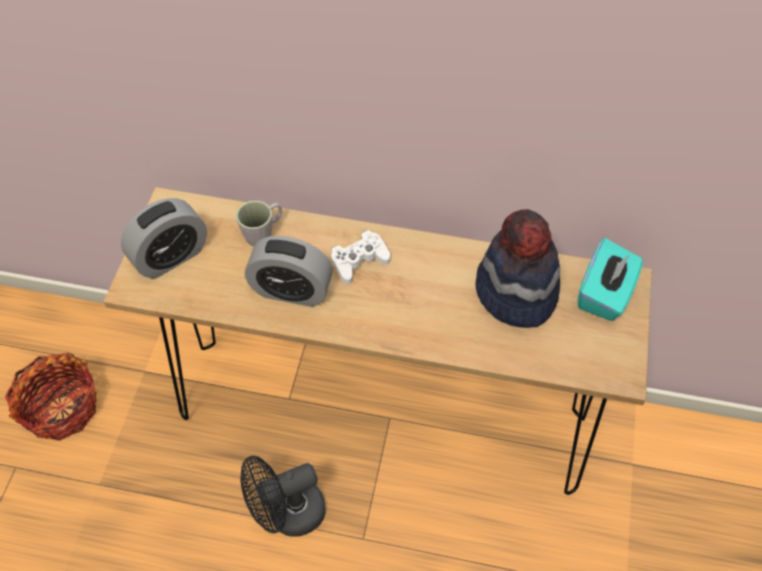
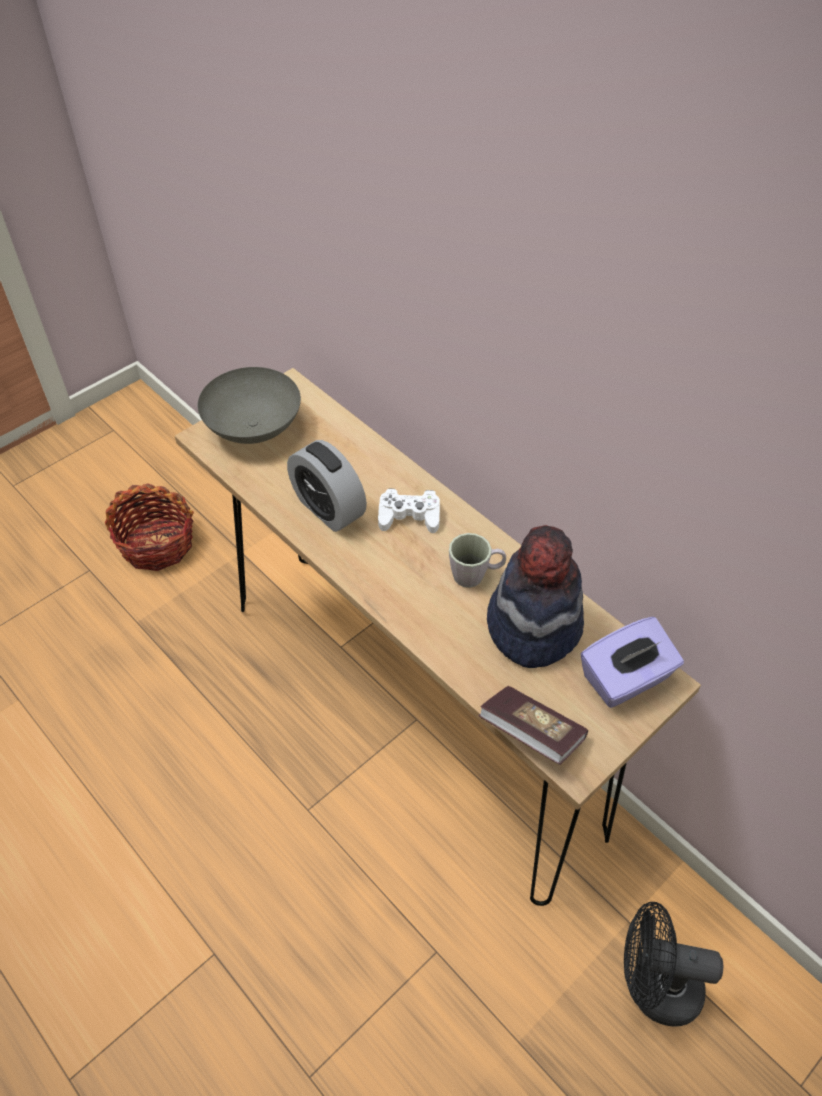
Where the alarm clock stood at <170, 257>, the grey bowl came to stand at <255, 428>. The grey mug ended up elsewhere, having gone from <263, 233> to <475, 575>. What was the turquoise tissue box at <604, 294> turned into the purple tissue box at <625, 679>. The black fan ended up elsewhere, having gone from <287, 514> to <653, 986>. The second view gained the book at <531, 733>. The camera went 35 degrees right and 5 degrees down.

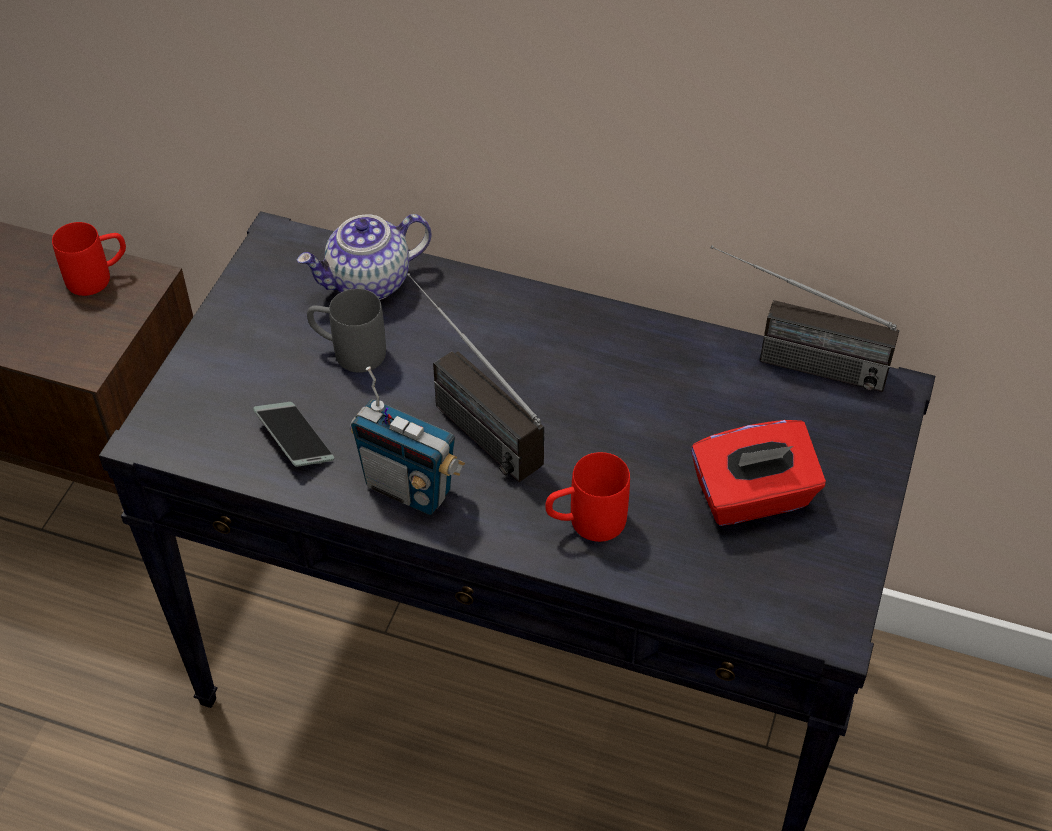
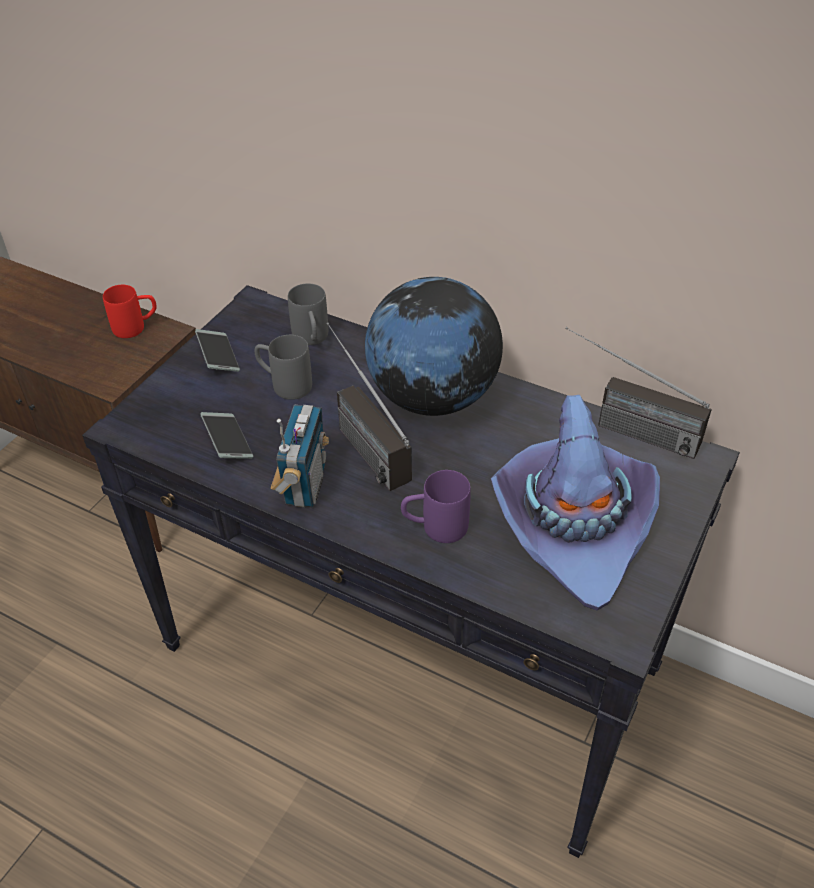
Where the teapot stood at <369, 283>, the grey mug came to stand at <312, 339>. The radio at <409, 488> ended up facing another way, 120 degrees counterclockwise from before. Where the red tissue box stood at <753, 497>, the purple hat came to stand at <573, 525>. What was the red mug at <585, 523> turned into the purple mug at <434, 528>. The second view gained the globe at <432, 397>. The second view gained the phone at <218, 356>. The camera went 10 degrees right and 5 degrees down.

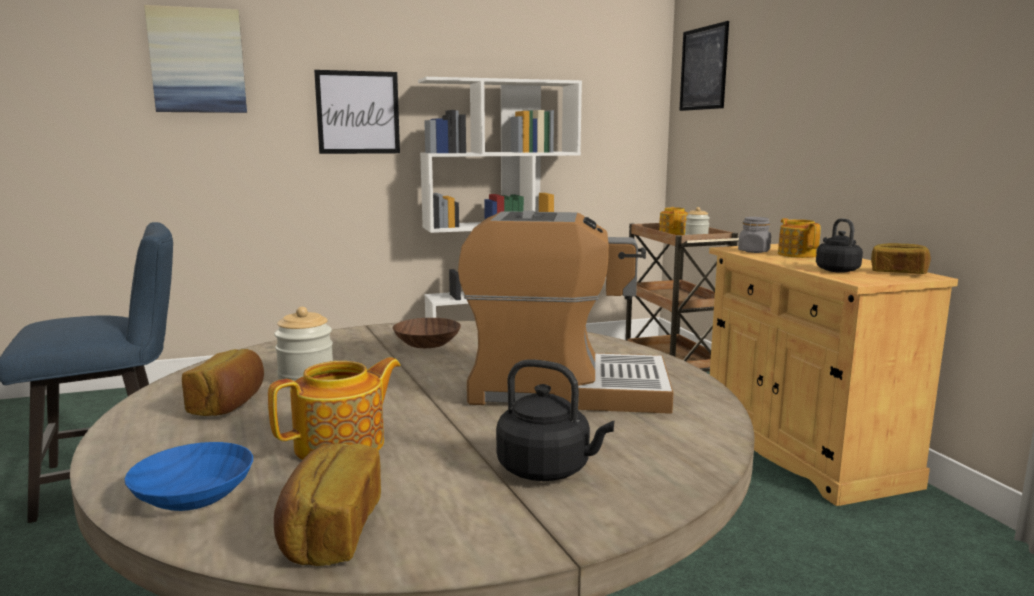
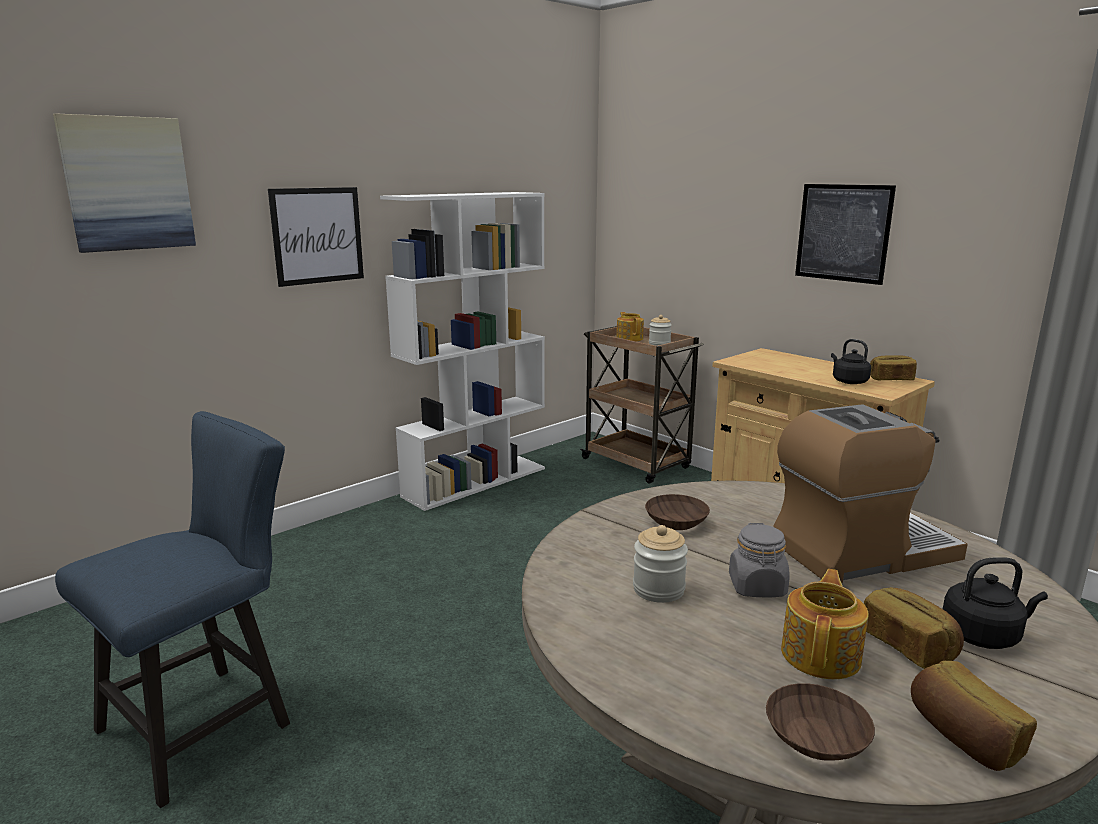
The picture ended up elsewhere, having gone from <703, 68> to <843, 233>. The grey jar ended up elsewhere, having gone from <754, 251> to <757, 587>. The second view lost the teapot at <797, 254>. The bread ended up elsewhere, having gone from <230, 404> to <908, 646>. What was the blue bowl at <196, 493> turned into the brown bowl at <815, 737>. The camera went 25 degrees left and 5 degrees up.

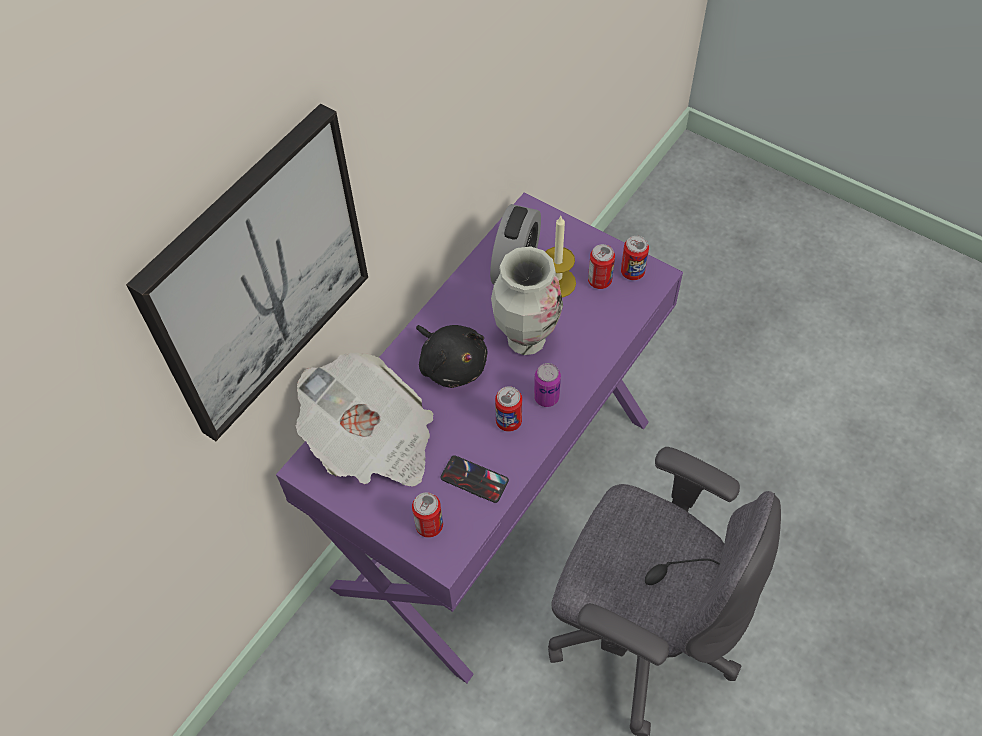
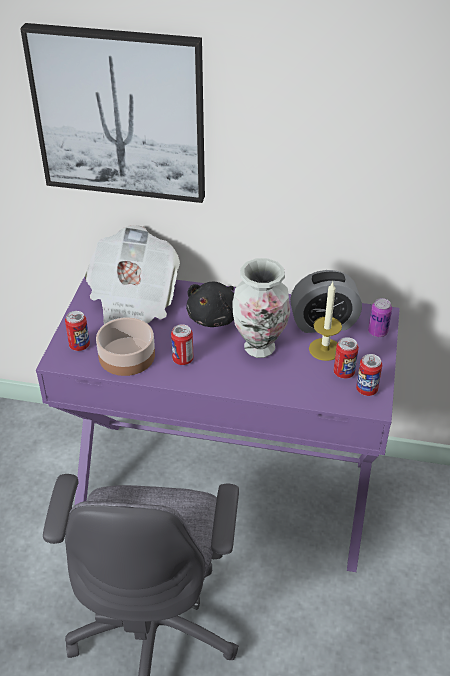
The can ended up elsewhere, having gone from <546, 397> to <377, 332>. Where the phone stood at <474, 479>, the bowl came to stand at <126, 356>. The camera went 65 degrees right and 15 degrees down.

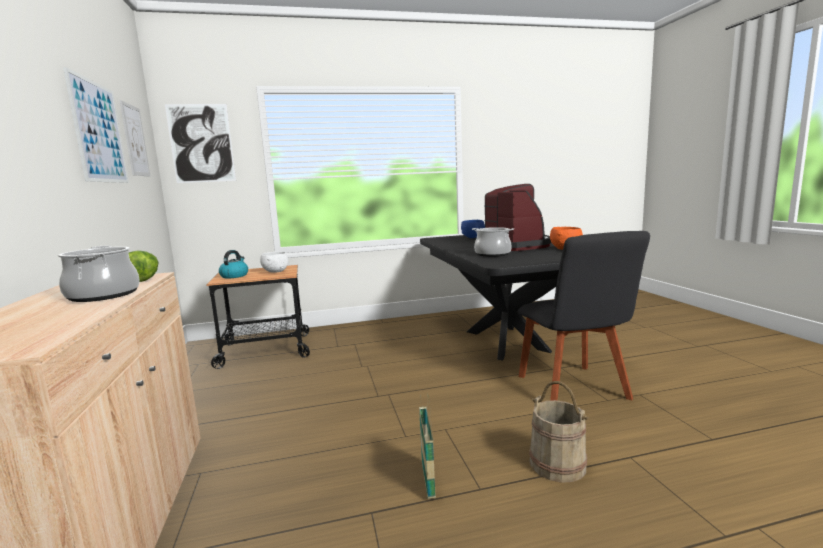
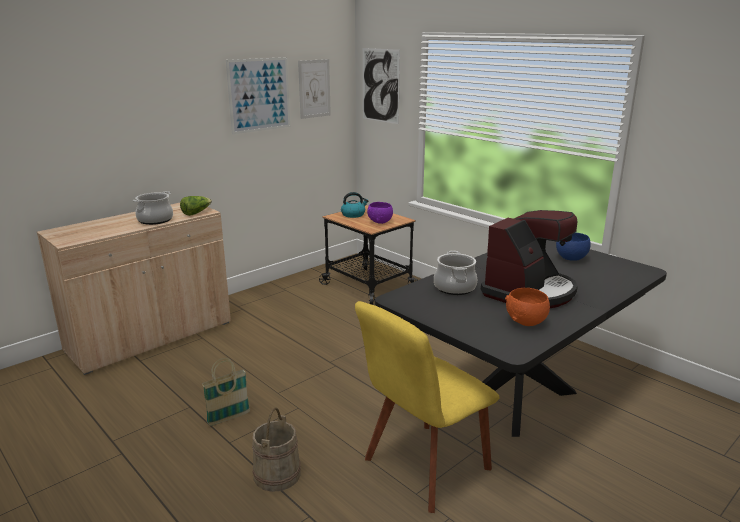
What was the black chair at <574, 390> turned into the yellow chair at <423, 467>. What was the white bowl at <276, 271> turned into the purple bowl at <380, 222>. The camera went 60 degrees right and 10 degrees up.

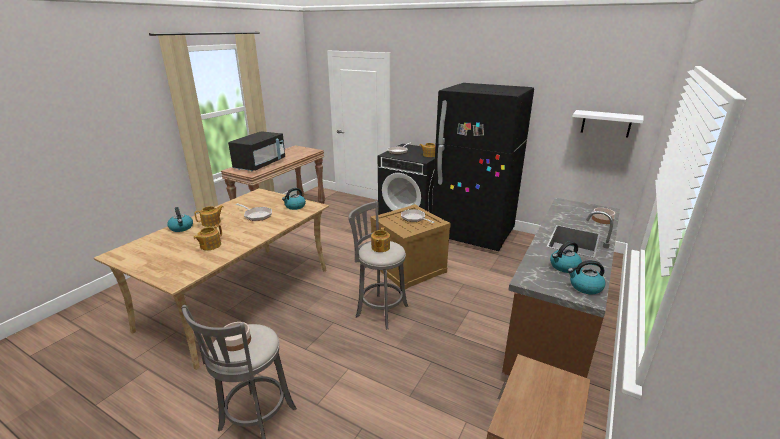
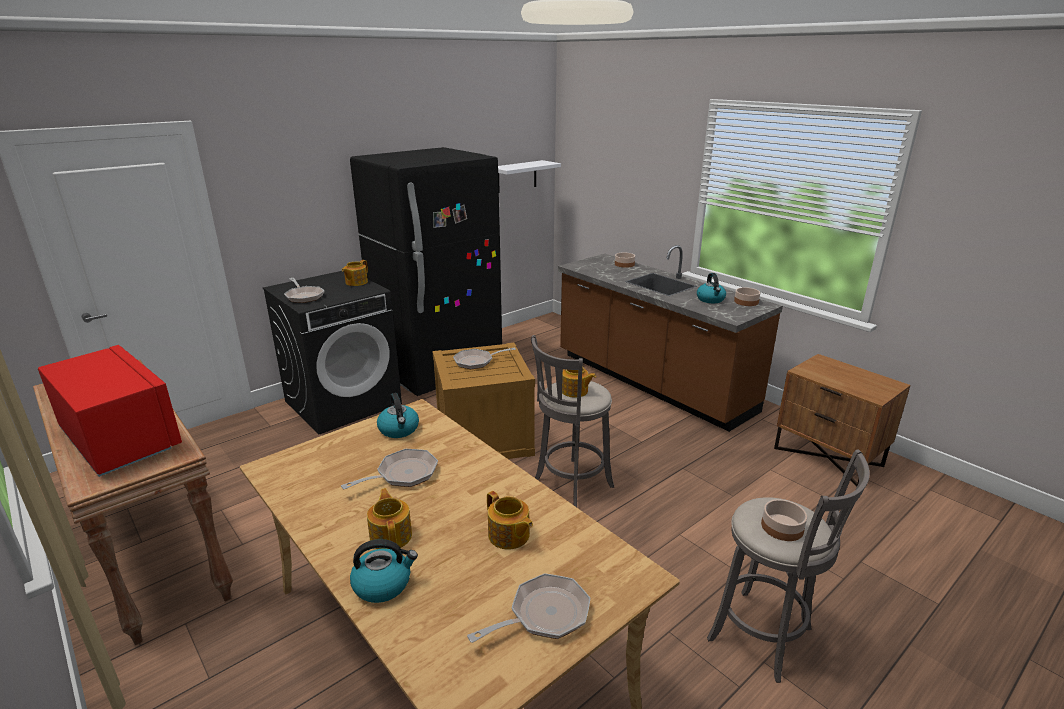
What was the black microwave at <260, 165> turned into the red microwave at <121, 440>. Where the kettle stood at <585, 287>, the bowl came to stand at <746, 302>. The second view gained the frying pan at <543, 615>. The camera went 70 degrees left and 0 degrees up.

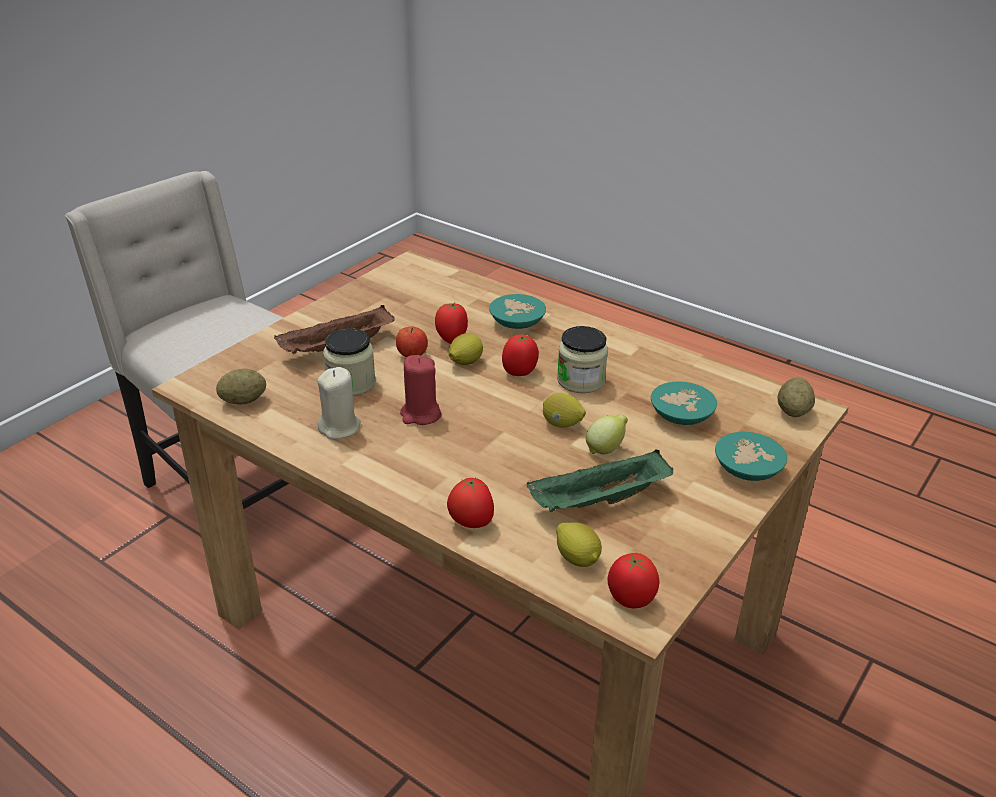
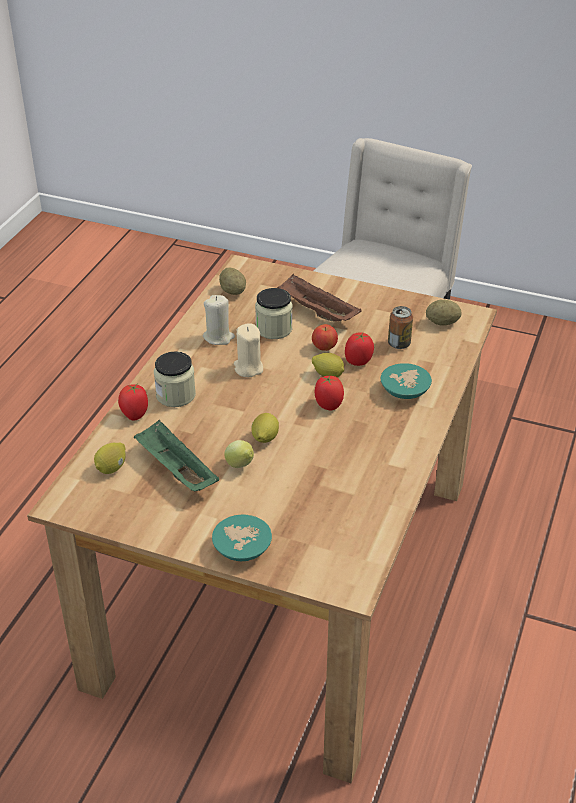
The jar ended up elsewhere, having gone from <581, 380> to <176, 395>. What was the red candle at <420, 415> turned into the beige candle at <248, 368>. The potato ended up elsewhere, having gone from <793, 411> to <442, 323>. The second view lost the turquoise bowl at <678, 416>. The second view lost the tomato at <630, 599>. The second view gained the can at <399, 344>. The camera went 75 degrees right and 5 degrees up.

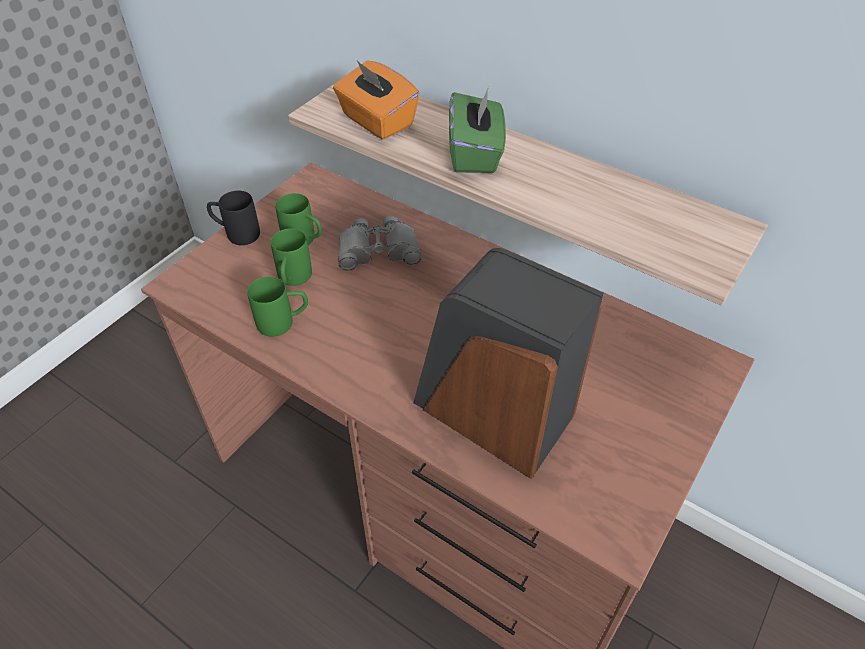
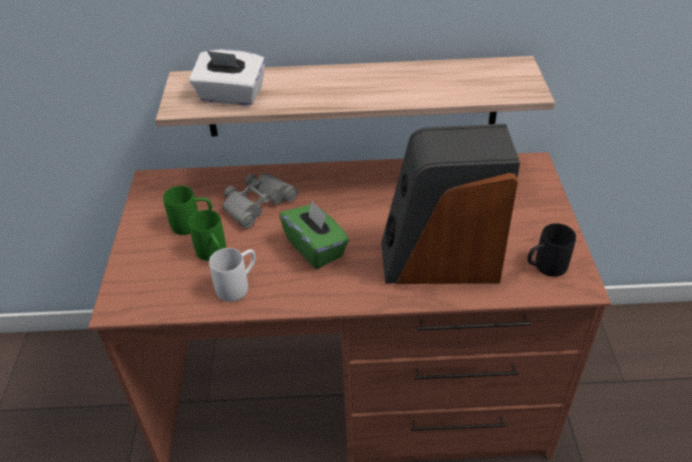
What was the orange tissue box at <376, 121> turned into the white tissue box at <231, 96>. The green tissue box ended up elsewhere, having gone from <475, 154> to <316, 248>. The black mug ended up elsewhere, having gone from <236, 233> to <544, 268>. What was the green mug at <284, 322> turned into the white mug at <238, 285>. The camera went 35 degrees left and 5 degrees down.

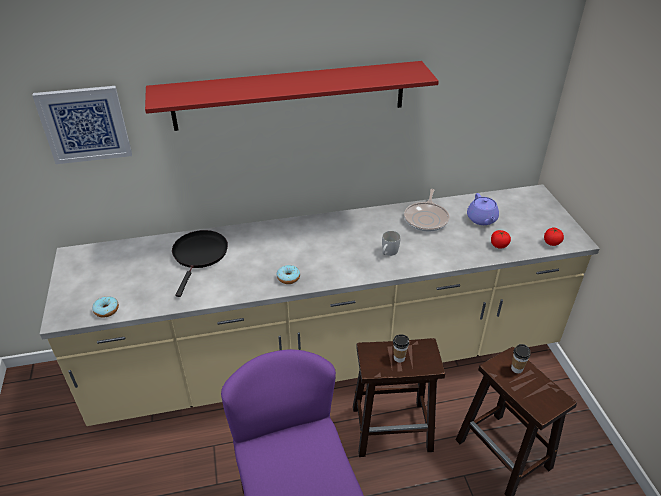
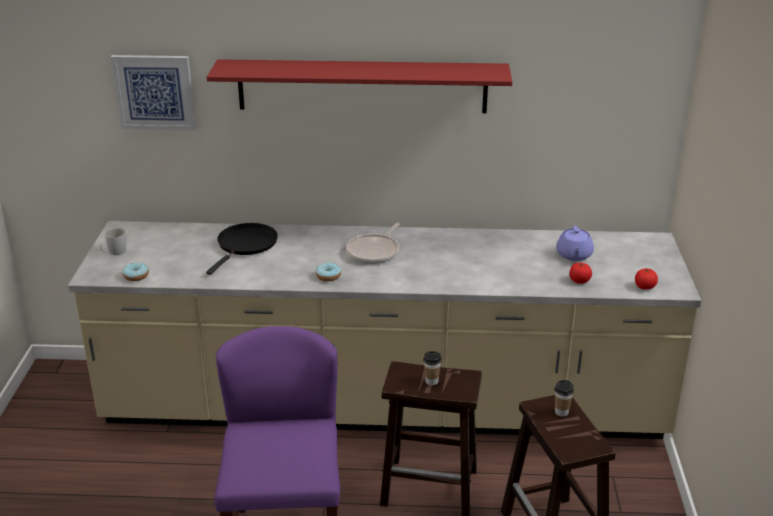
The frying pan ended up elsewhere, having gone from <426, 218> to <375, 252>. The white mug ended up elsewhere, having gone from <388, 253> to <114, 252>. The camera went 15 degrees right and 10 degrees down.

